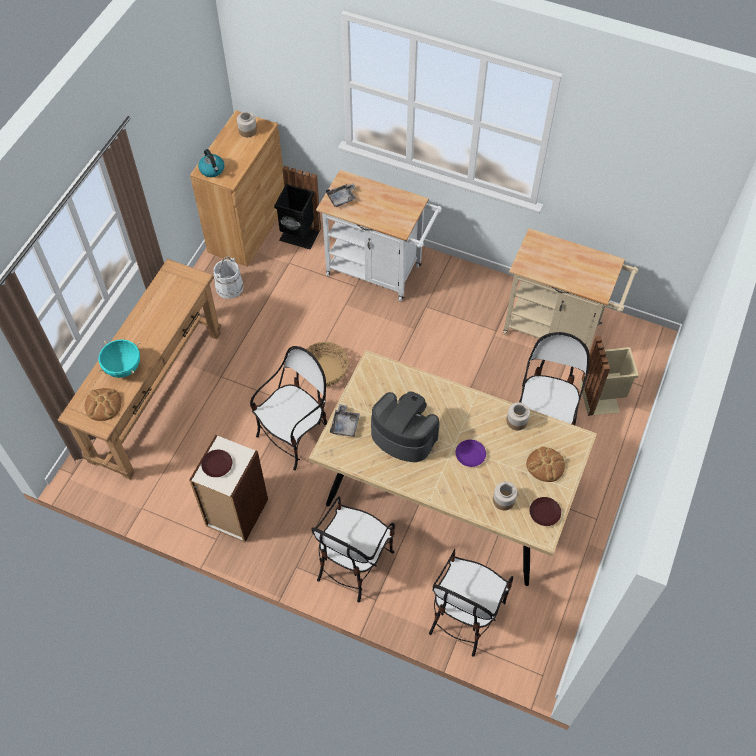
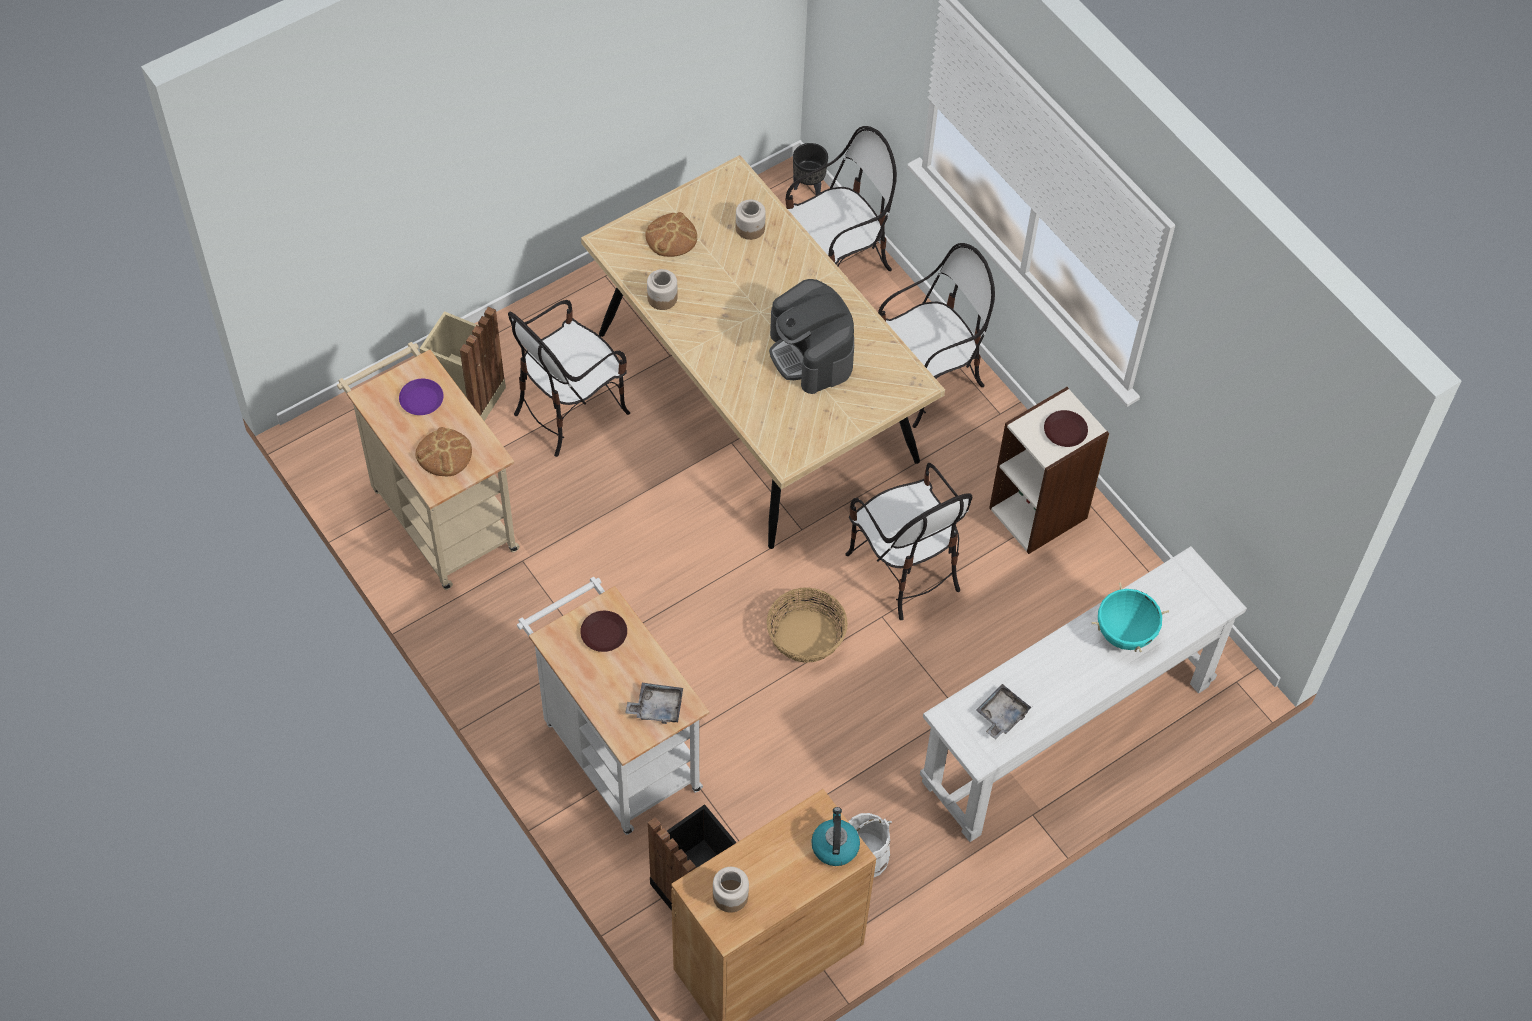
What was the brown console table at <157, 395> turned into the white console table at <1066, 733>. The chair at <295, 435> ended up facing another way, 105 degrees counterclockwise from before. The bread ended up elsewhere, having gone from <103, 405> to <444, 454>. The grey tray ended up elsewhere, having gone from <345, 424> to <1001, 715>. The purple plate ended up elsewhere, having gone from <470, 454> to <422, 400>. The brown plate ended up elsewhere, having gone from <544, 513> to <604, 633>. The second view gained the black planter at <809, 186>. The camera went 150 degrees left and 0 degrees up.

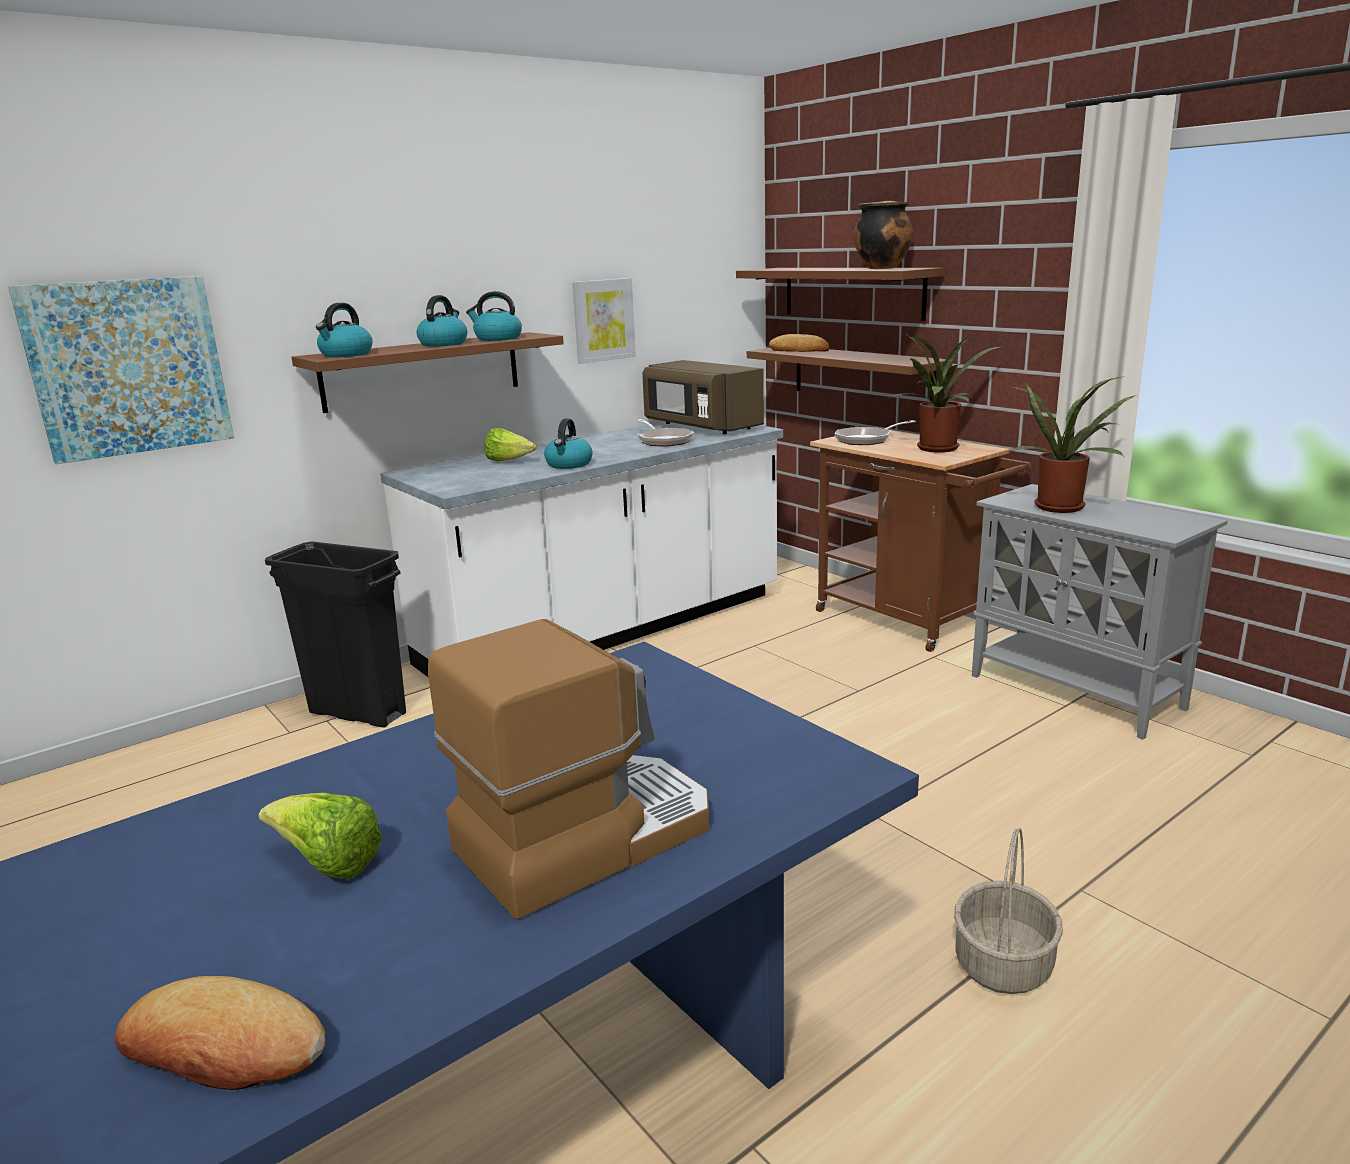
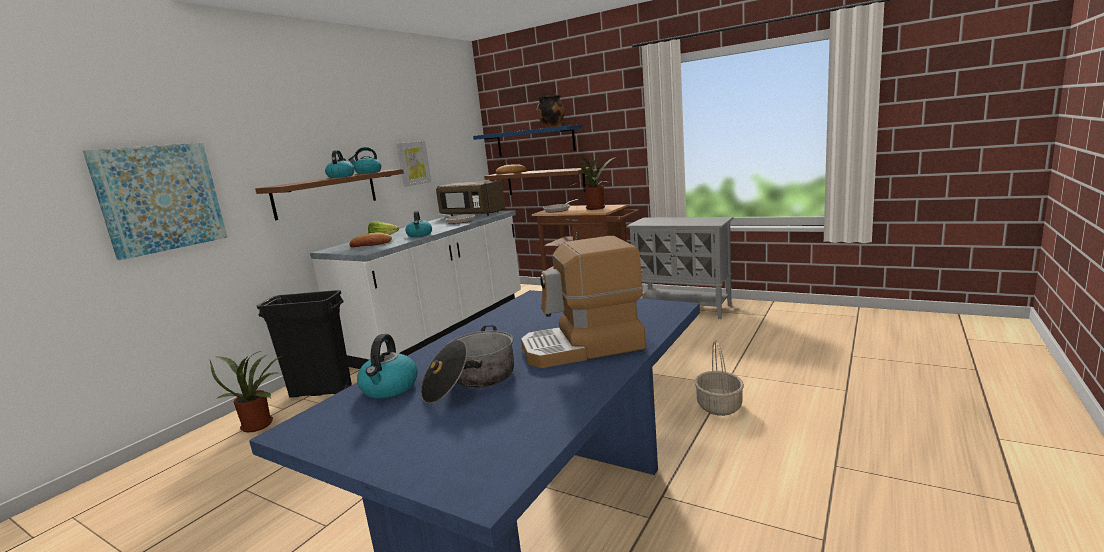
What was the brown shelf at <852, 292> turned into the blue shelf at <535, 141>. The kettle ended up elsewhere, having gone from <346, 355> to <389, 388>. The potted plant ended up elsewhere, having gone from <1062, 506> to <260, 424>. The coffee machine at <584, 836> ended up facing another way, 135 degrees counterclockwise from before. Where the lettuce stood at <327, 864>, the cooking pot came to stand at <471, 382>. The bread ended up elsewhere, having gone from <223, 1048> to <371, 244>. The camera went 20 degrees left and 5 degrees down.

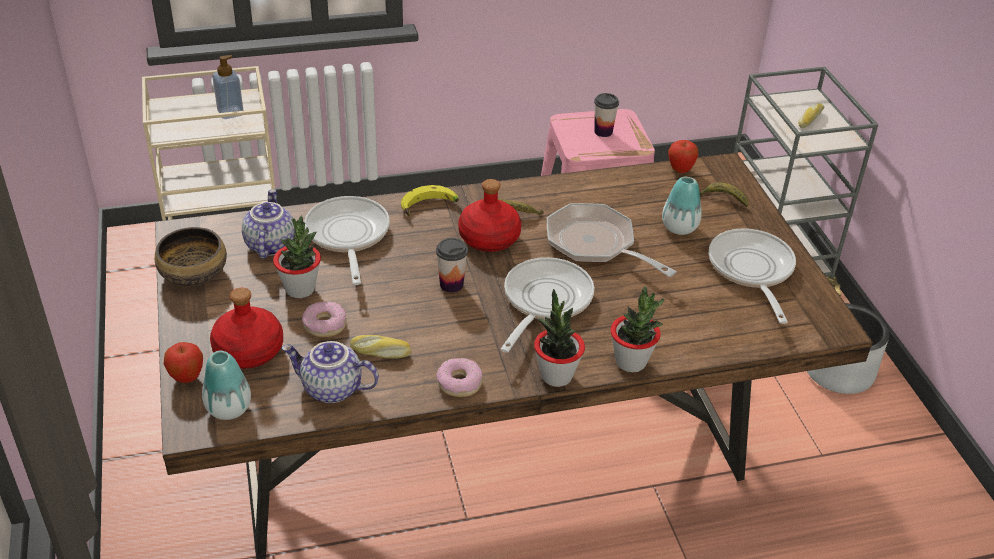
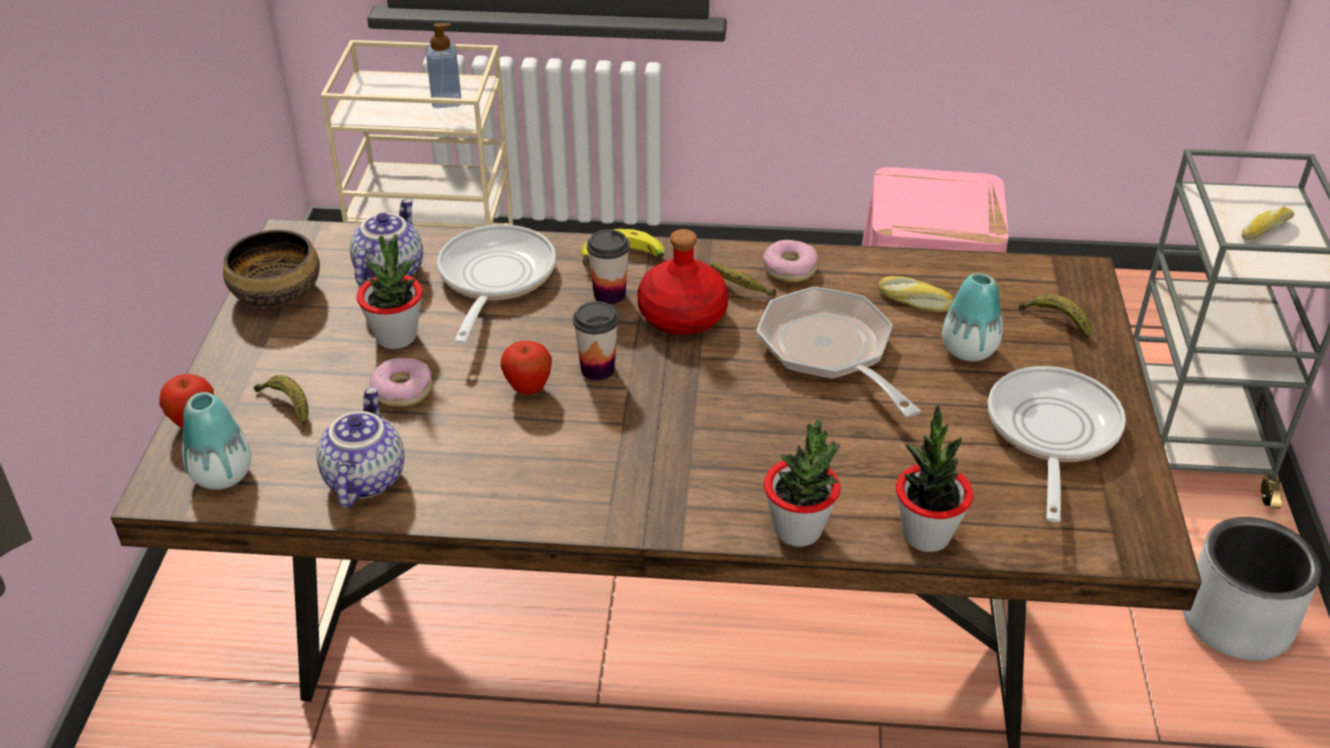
The cup ended up elsewhere, having gone from <603, 132> to <609, 294>. The apple ended up elsewhere, having gone from <680, 170> to <528, 389>. The second view lost the frying pan at <544, 301>. Where the red bottle stood at <248, 351>, the banana came to stand at <287, 404>. The potted plant ended up elsewhere, having gone from <556, 375> to <926, 535>. The bread ended up elsewhere, having gone from <380, 352> to <913, 302>. The teapot at <331, 389> ended up facing another way, 60 degrees clockwise from before. The donut ended up elsewhere, having gone from <459, 383> to <790, 268>. The camera went 20 degrees right and 0 degrees up.

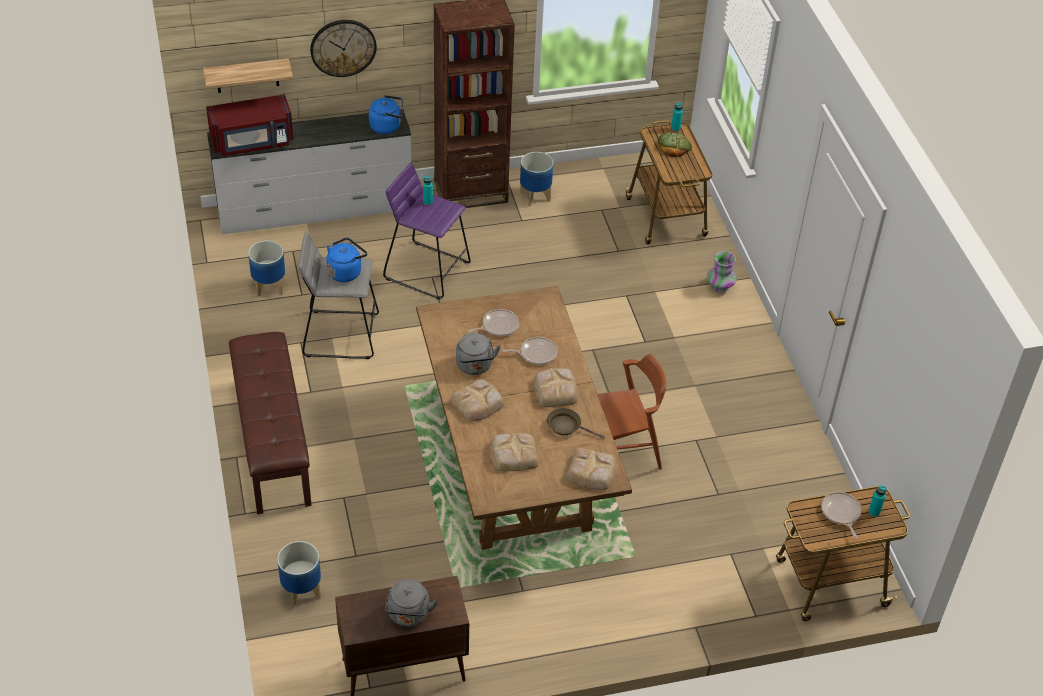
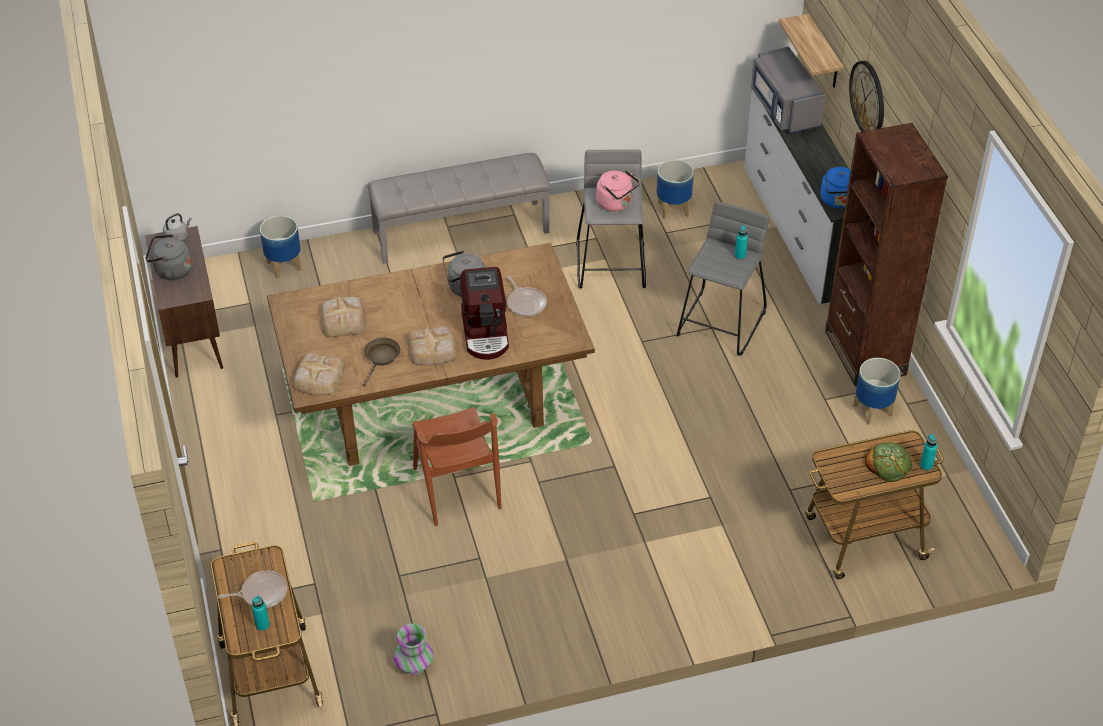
What was the red microwave at <252, 142> turned into the grey microwave at <783, 108>. What was the purple stool at <427, 270> turned into the grey stool at <721, 323>. What was the blue kettle at <346, 272> turned into the pink kettle at <616, 203>. The vase ended up elsewhere, having gone from <720, 286> to <414, 665>. What was the brown bench at <271, 442> turned into the grey bench at <461, 231>. Where the frying pan stood at <536, 353>, the coffee machine came to stand at <486, 333>. The second view lost the bread at <478, 403>. The second view gained the grey kettle at <177, 236>. The camera went 90 degrees right and 0 degrees up.

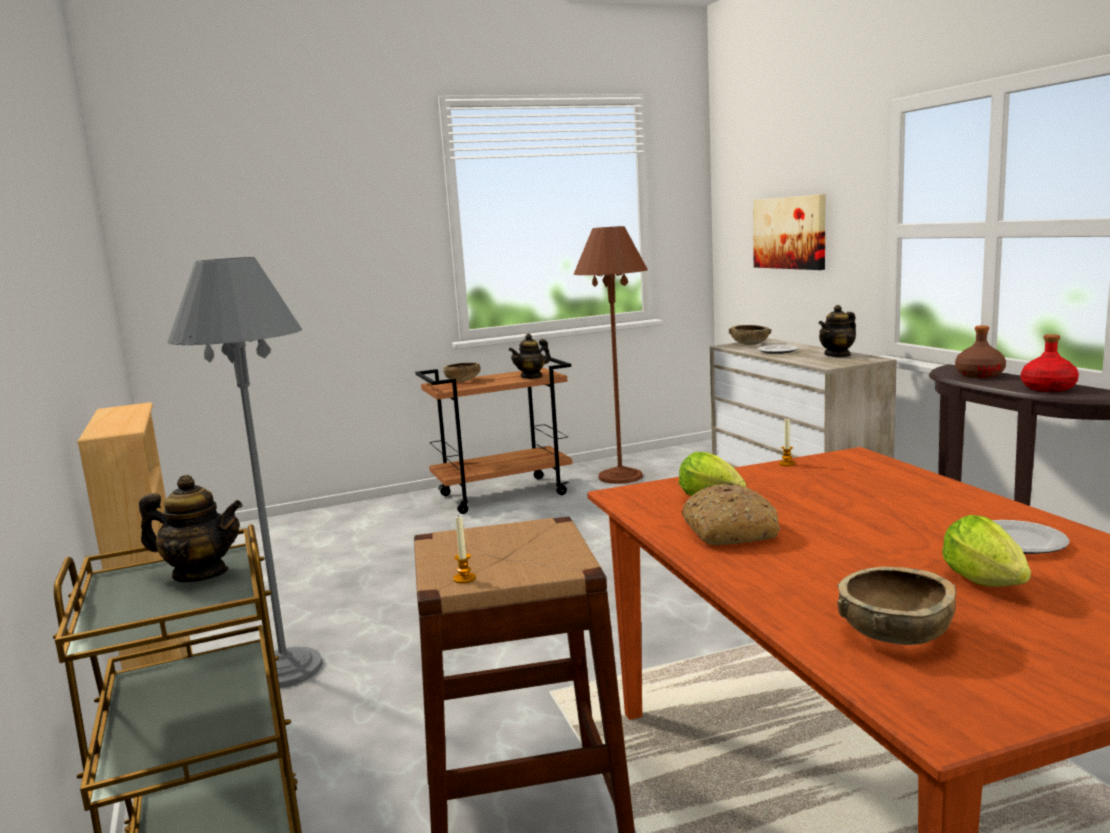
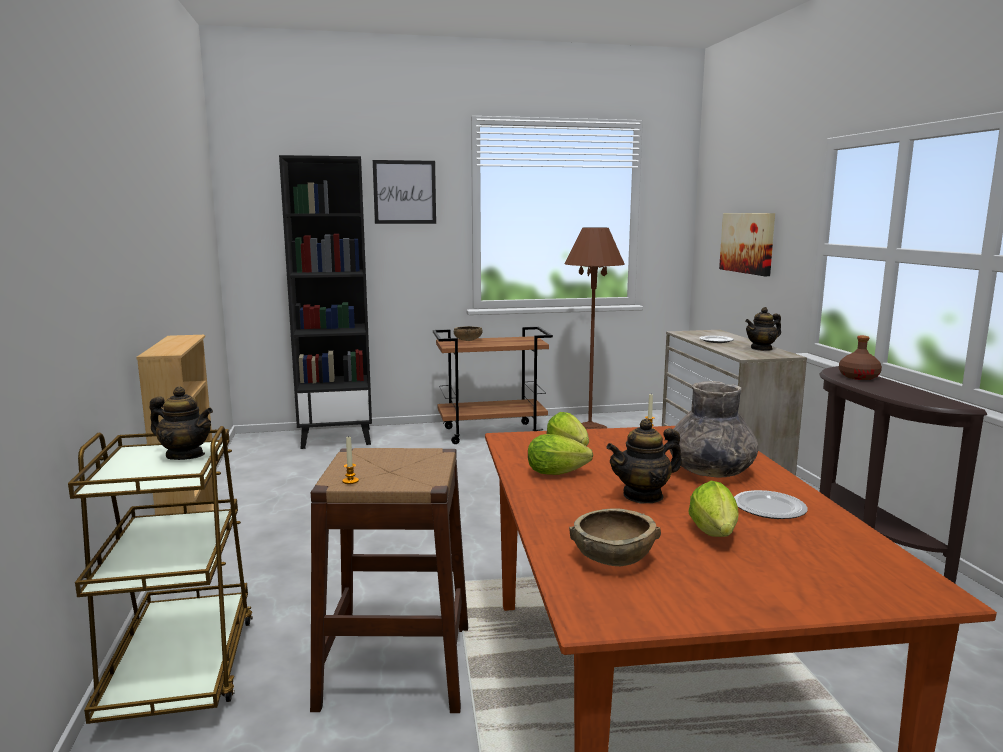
The second view lost the grey floor lamp at <285, 669>. The second view lost the brown bowl at <749, 344>. The teapot ended up elsewhere, having gone from <531, 376> to <643, 495>. The second view lost the red bottle at <1048, 388>. Where the bread stood at <727, 531>, the lettuce came to stand at <560, 473>. The second view gained the black bookcase at <337, 438>. The second view gained the picture at <404, 192>. The second view gained the grey vase at <710, 471>. The camera went 10 degrees right and 0 degrees up.

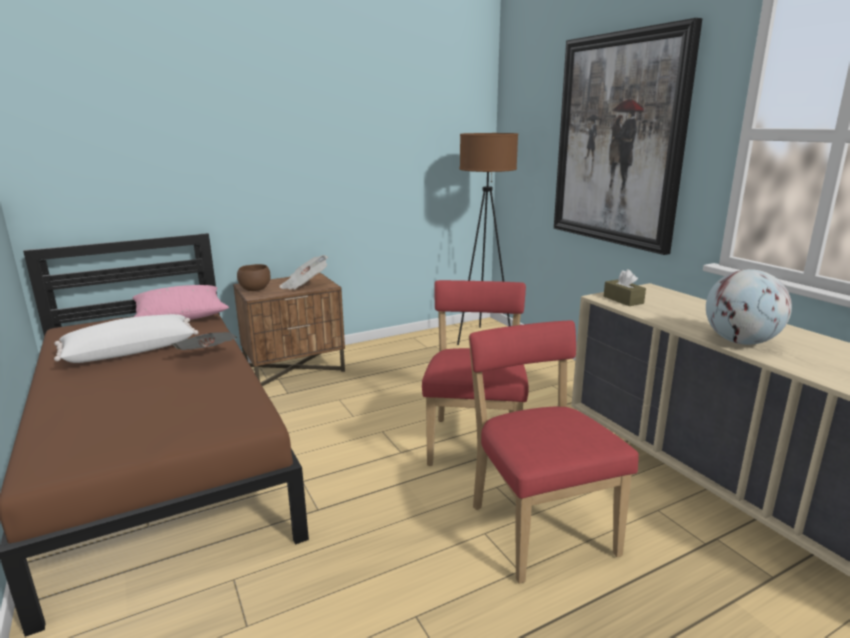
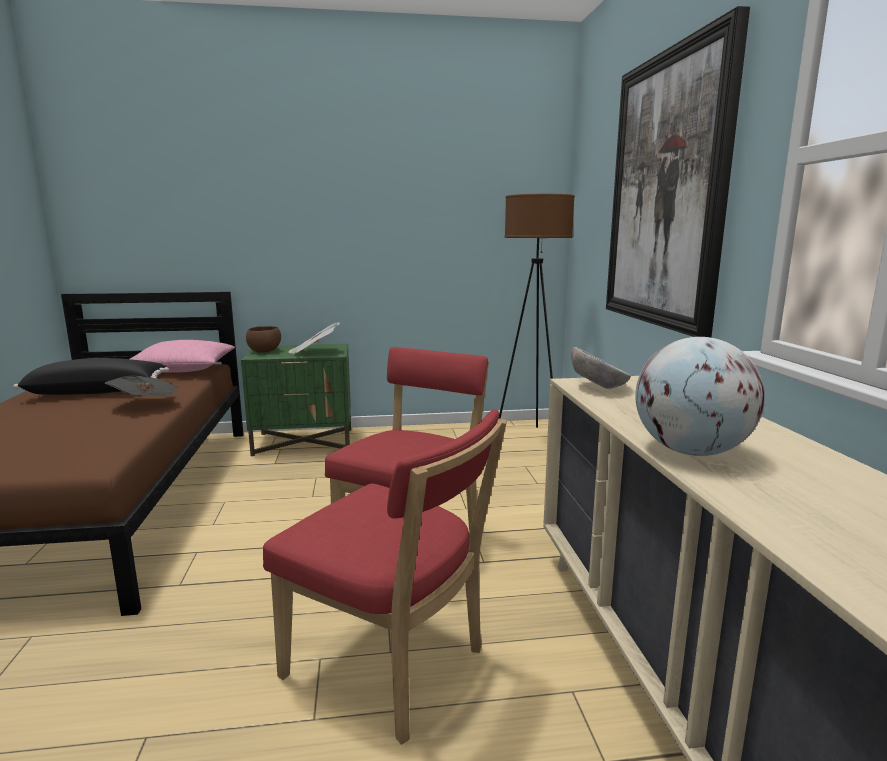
Where the brown tissue box stood at <623, 300>, the bowl came to stand at <599, 387>. What was the brown nightstand at <295, 369> turned into the green nightstand at <304, 442>. What was the white pillow at <130, 351> turned into the black pillow at <98, 392>. The red chair at <538, 526> ended up facing another way, 120 degrees clockwise from before. The camera went 20 degrees right and 5 degrees down.

